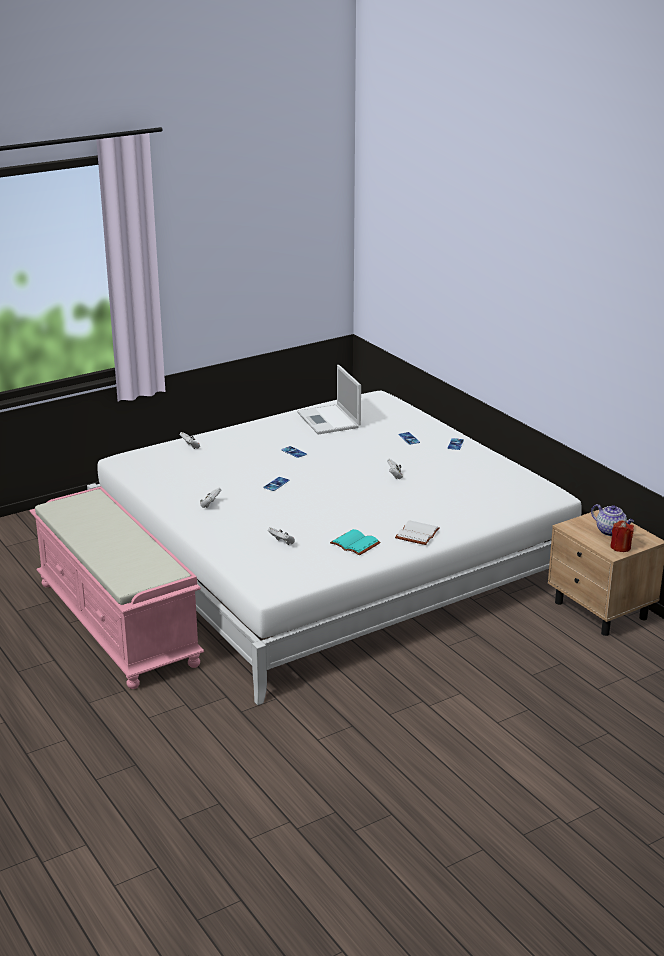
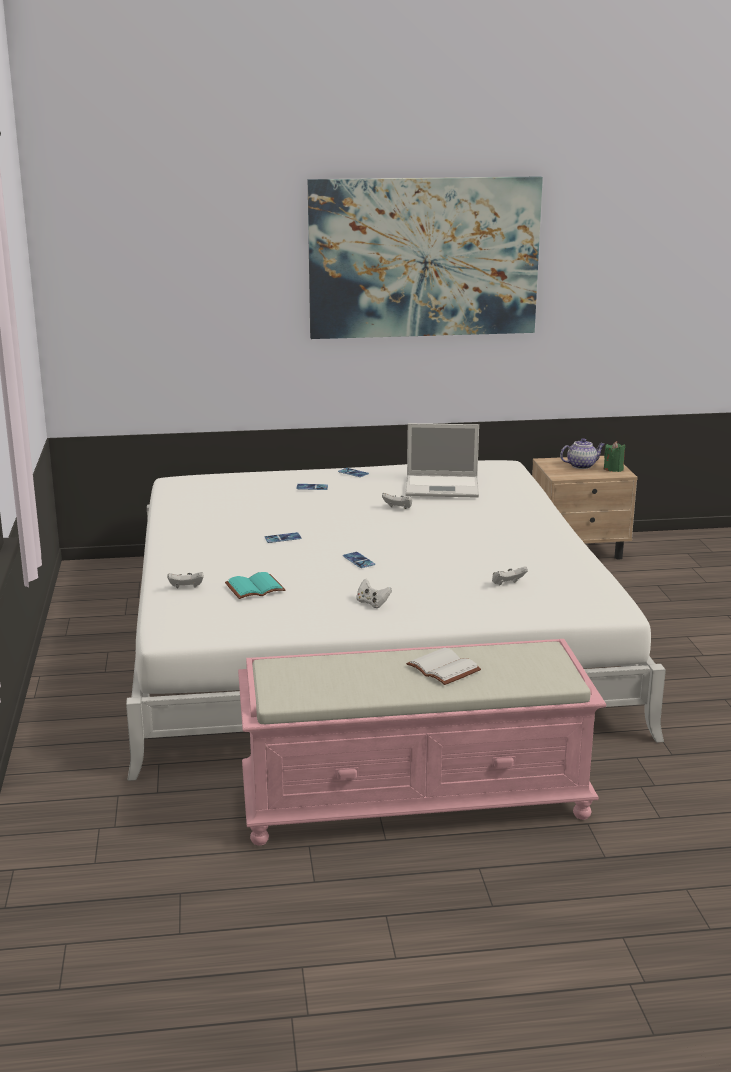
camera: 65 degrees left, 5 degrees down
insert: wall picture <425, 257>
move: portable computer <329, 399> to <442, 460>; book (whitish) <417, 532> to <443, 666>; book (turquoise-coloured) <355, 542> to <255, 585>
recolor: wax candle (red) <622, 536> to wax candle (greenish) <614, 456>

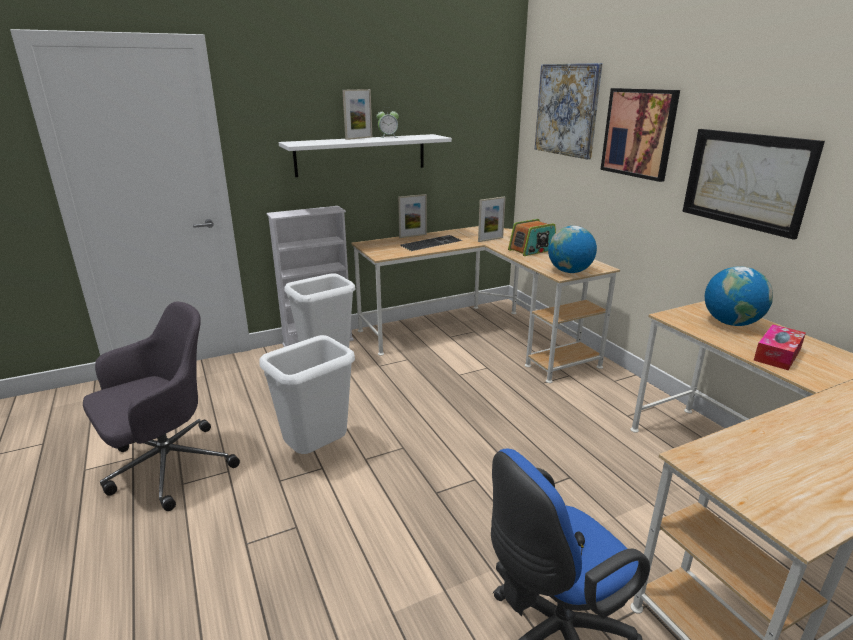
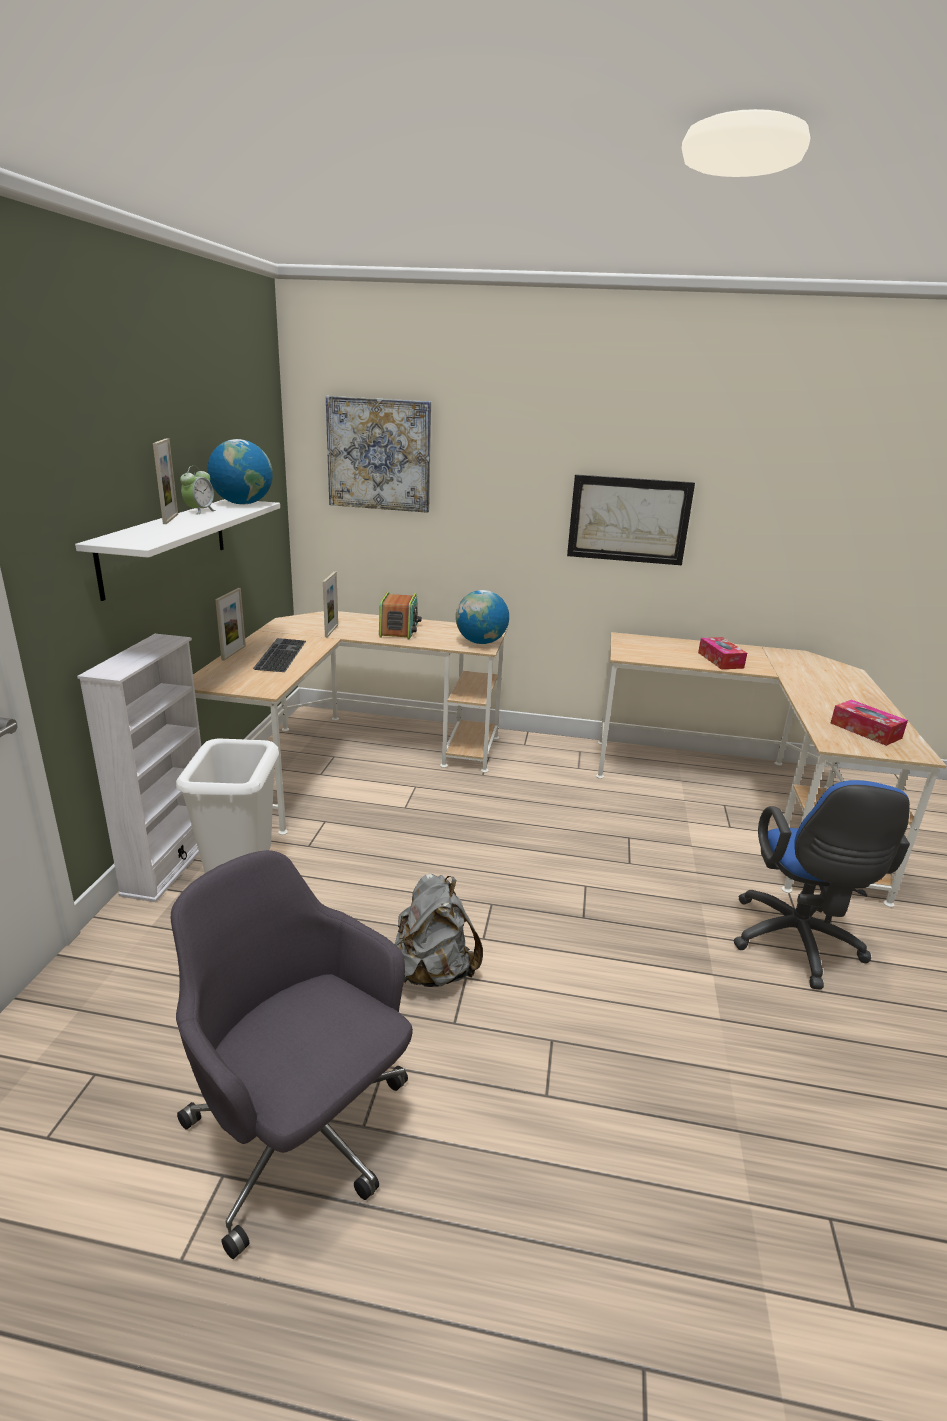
camera: 55 degrees left, 0 degrees up
delete: wall picture <640, 135>
insert: tissue holder <869, 723>
move: globe <739, 296> to <240, 472>
replace: rubbish bin (whitish) <307, 394> to knapsack (gray) <439, 930>
rotate: office chair (gray) <161, 406> = <292, 1054> 45 degrees counterclockwise

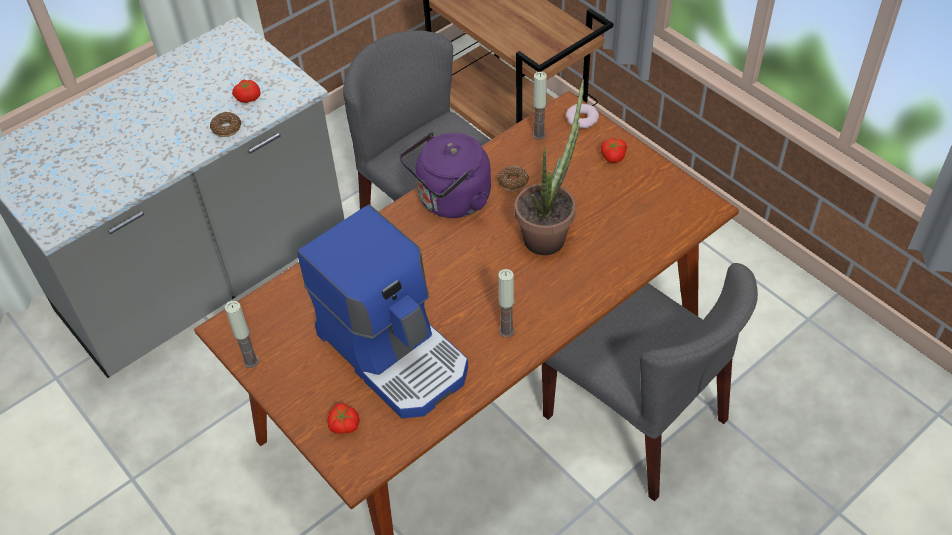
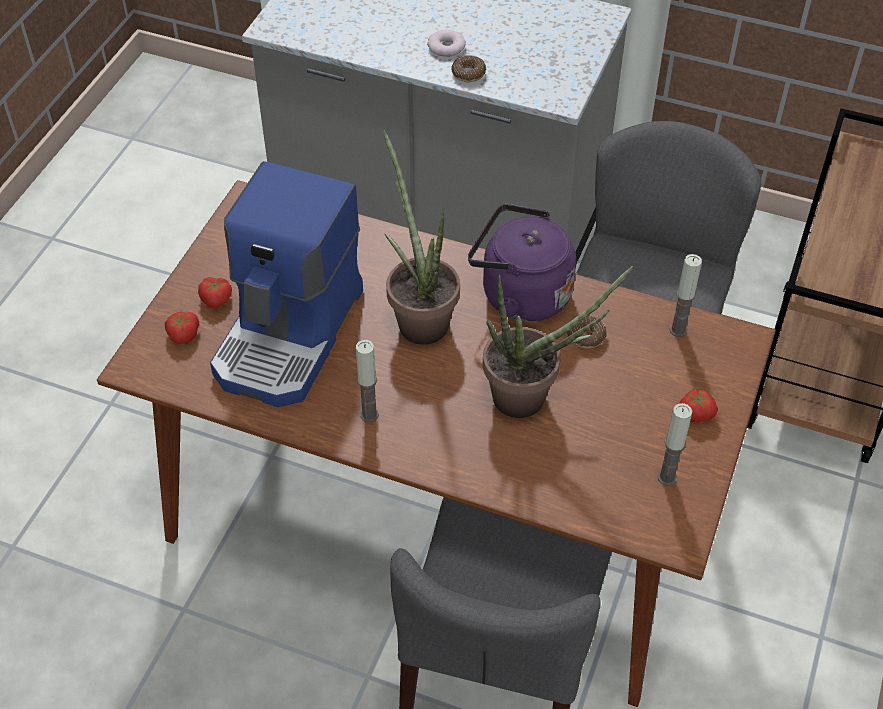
camera: 60 degrees right, 0 degrees up
insert: potted plant <421, 237>
move: whole tomato <246, 91> to <215, 292>; donut <582, 116> to <446, 43>; wax candle <242, 334> to <675, 444>

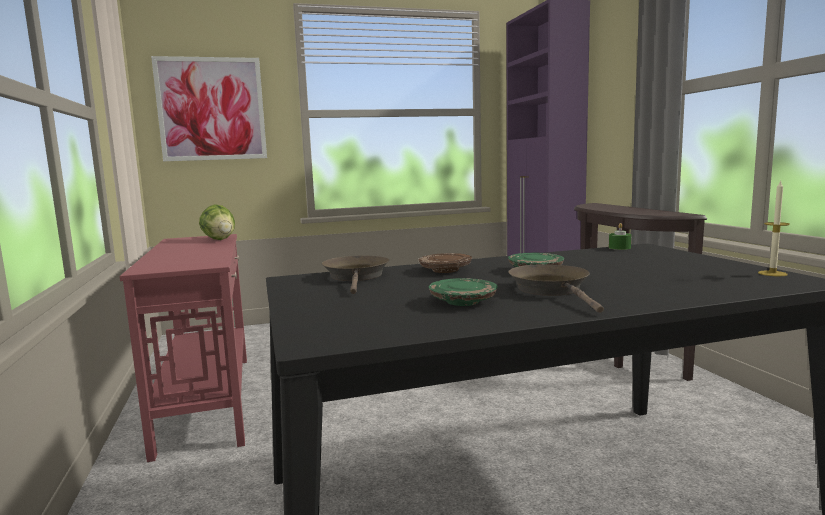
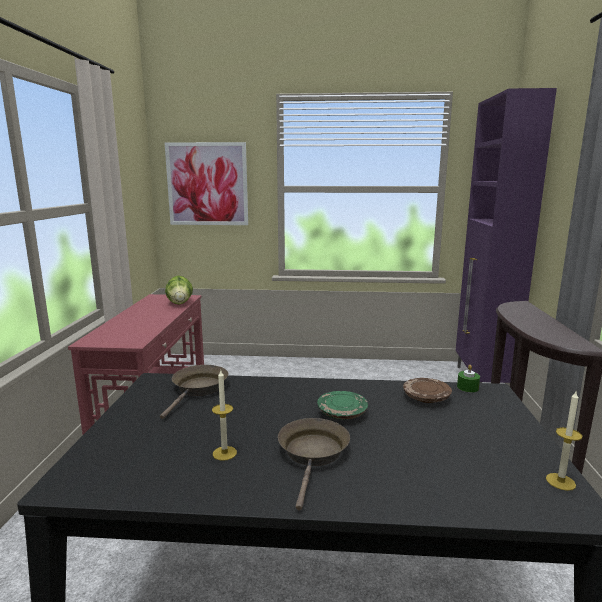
camera: 20 degrees right, 5 degrees up
move: flat dish (brown-coloured) <445, 263> to <427, 390>
replace: flat dish (greenish) <463, 292> to wax candle <224, 415>

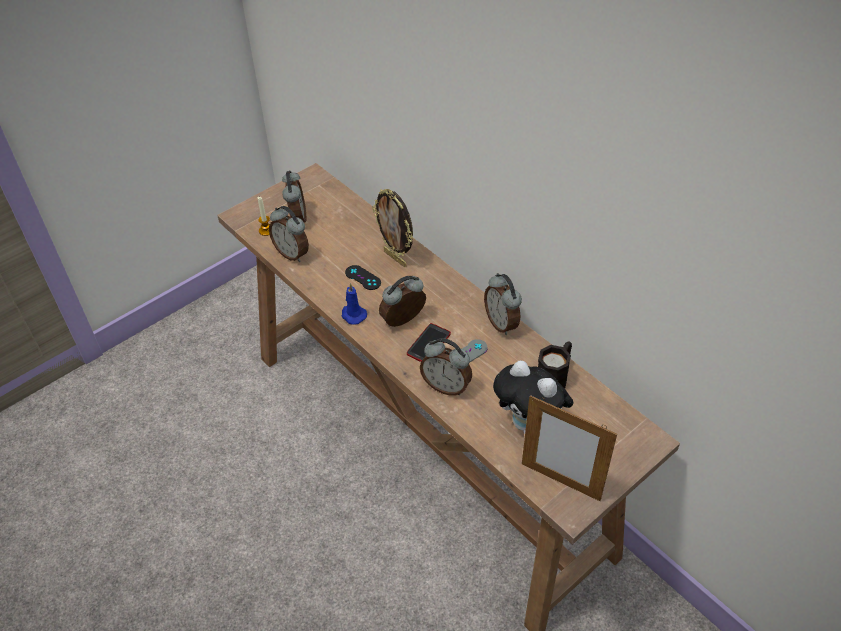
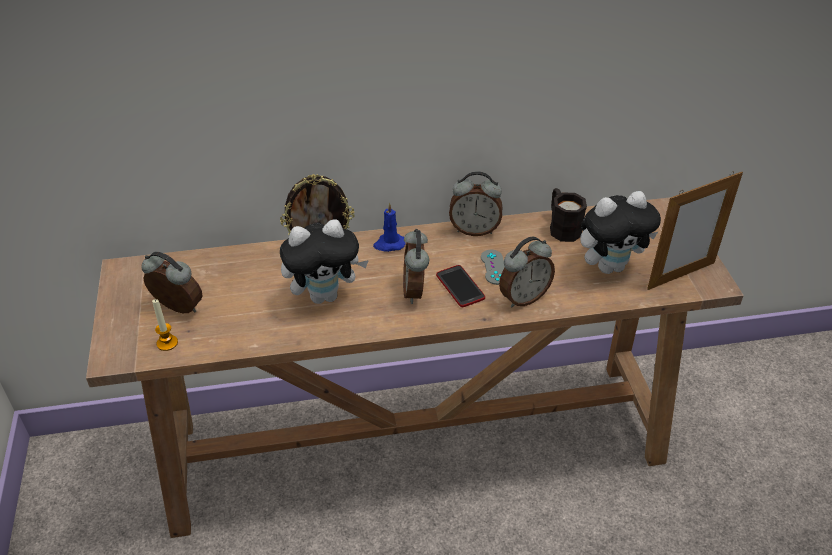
camera: 60 degrees left, 5 degrees down
delete: bedside clock <289, 234>
move: wax candle (blue-coloured) <354, 304> to <389, 227>
replace: joypad (blackish) <363, 277> to soft toy <324, 261>

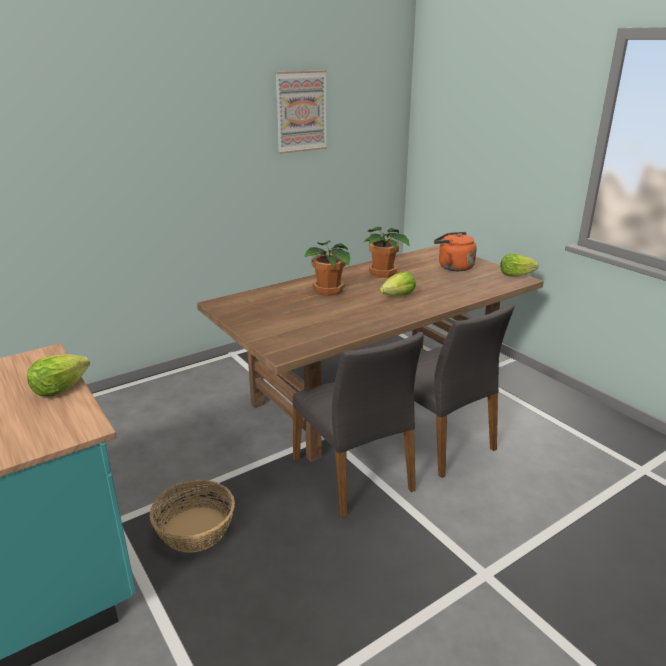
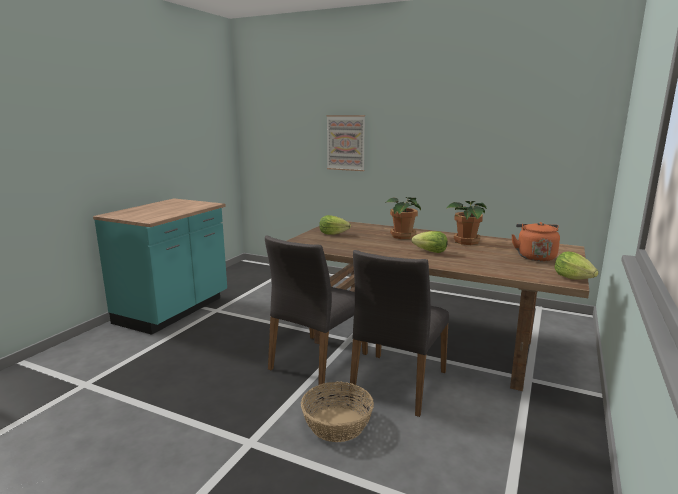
camera: 60 degrees right, 10 degrees down
move: wall picture <301, 112> to <346, 143>; lettuce <58, 375> to <335, 225>; household basket <192, 516> to <337, 412>

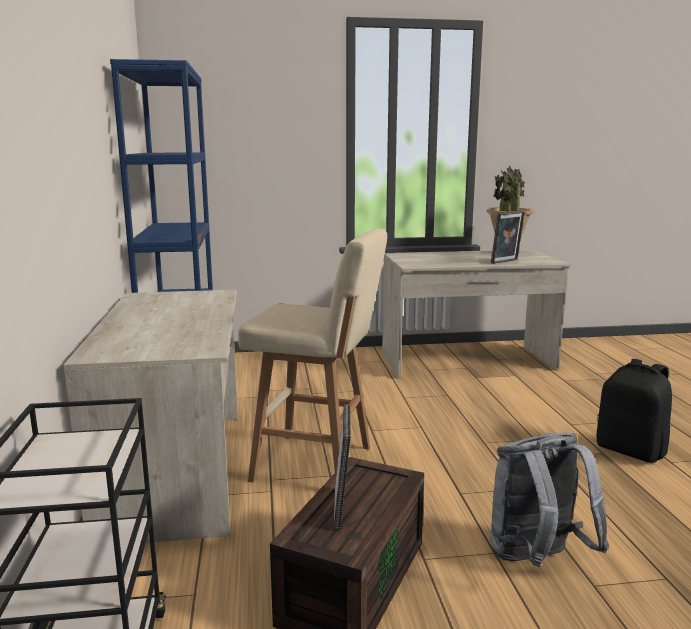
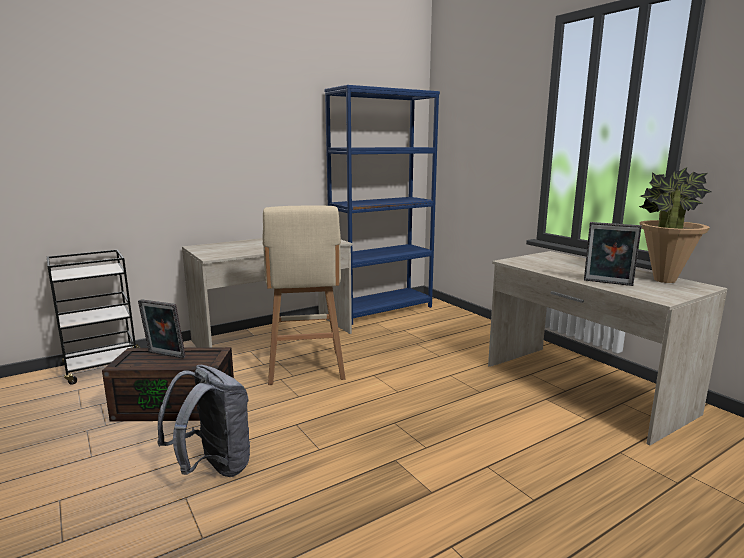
camera: 65 degrees right, 0 degrees up
delete: knapsack (blackish) <634, 411>
rotate: standing frame <342, 466> = <162, 328> 45 degrees clockwise

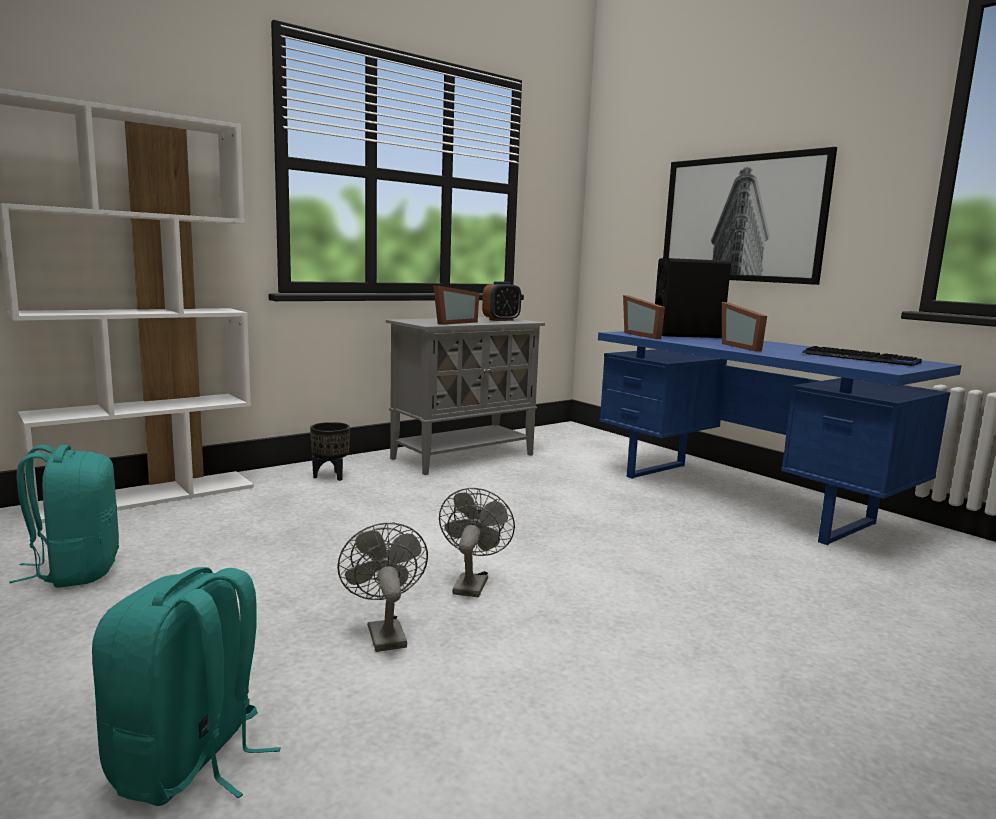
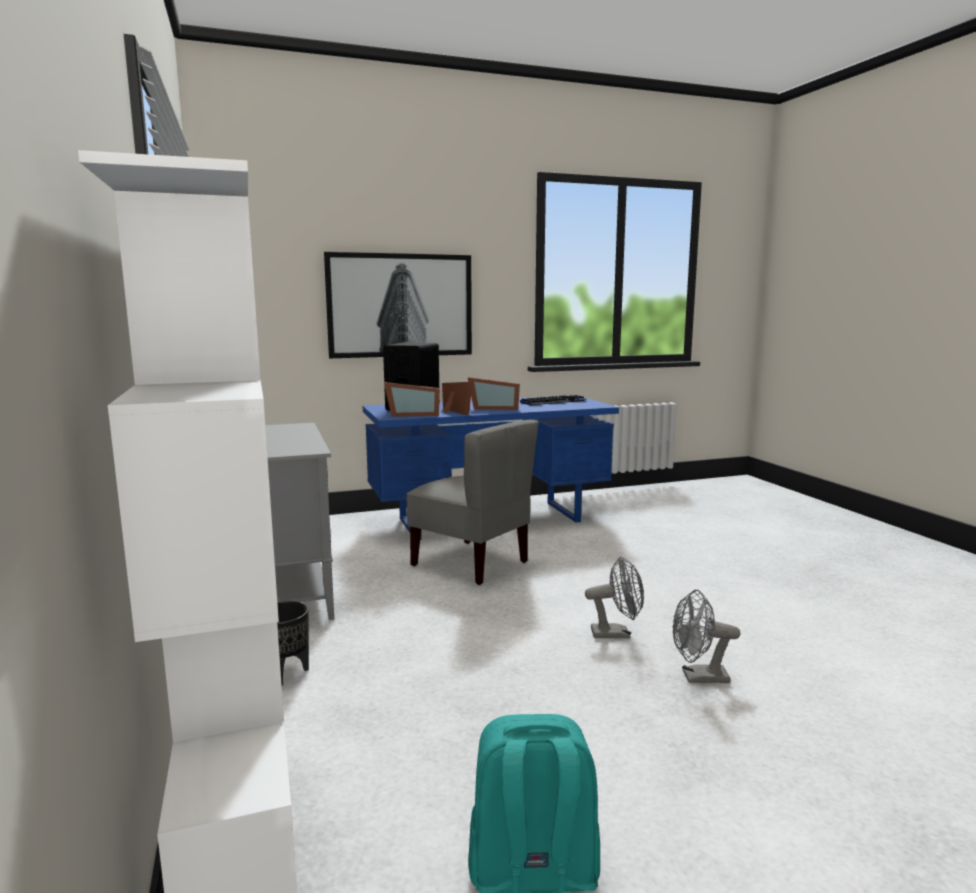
camera: 70 degrees left, 0 degrees up
delete: bedside clock <501, 301>; knapsack (turquoise-coloured) <186, 686>
insert: plain chair (gray) <472, 502>
move: standing frame <456, 305> to <457, 398>
rotate: cooling fan (gray) <477, 542> = <614, 597> 150 degrees clockwise

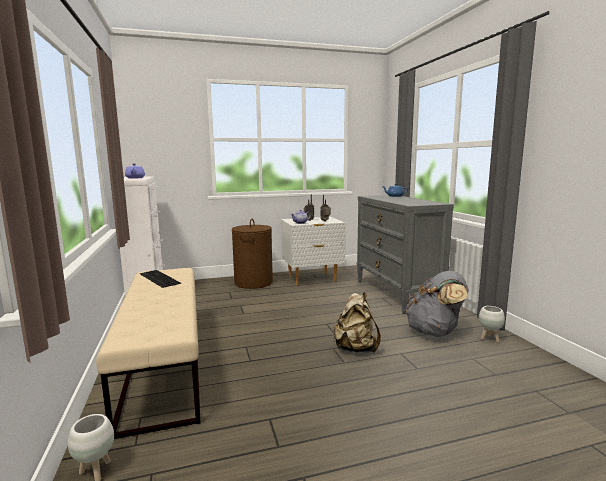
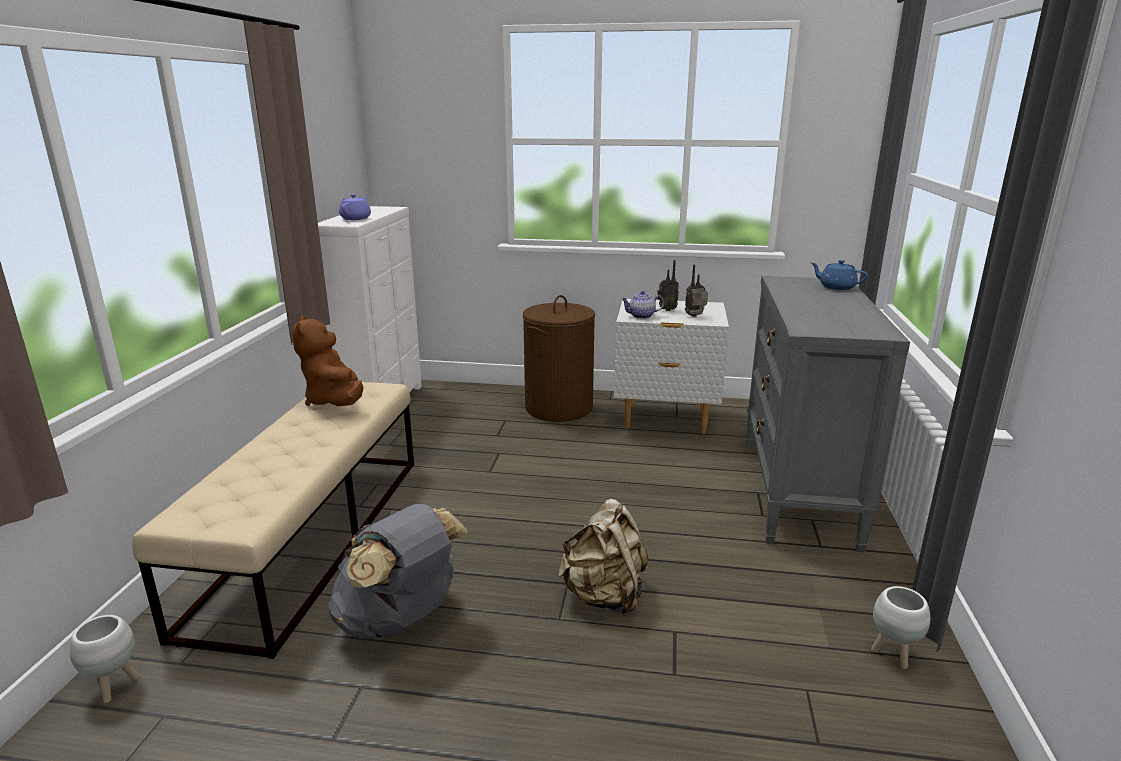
camera: 25 degrees right, 10 degrees up
move: knapsack (gray) <437, 304> to <398, 571>
replace: PC keyboard <160, 279> to soft toy (brown-coloured) <327, 360>

